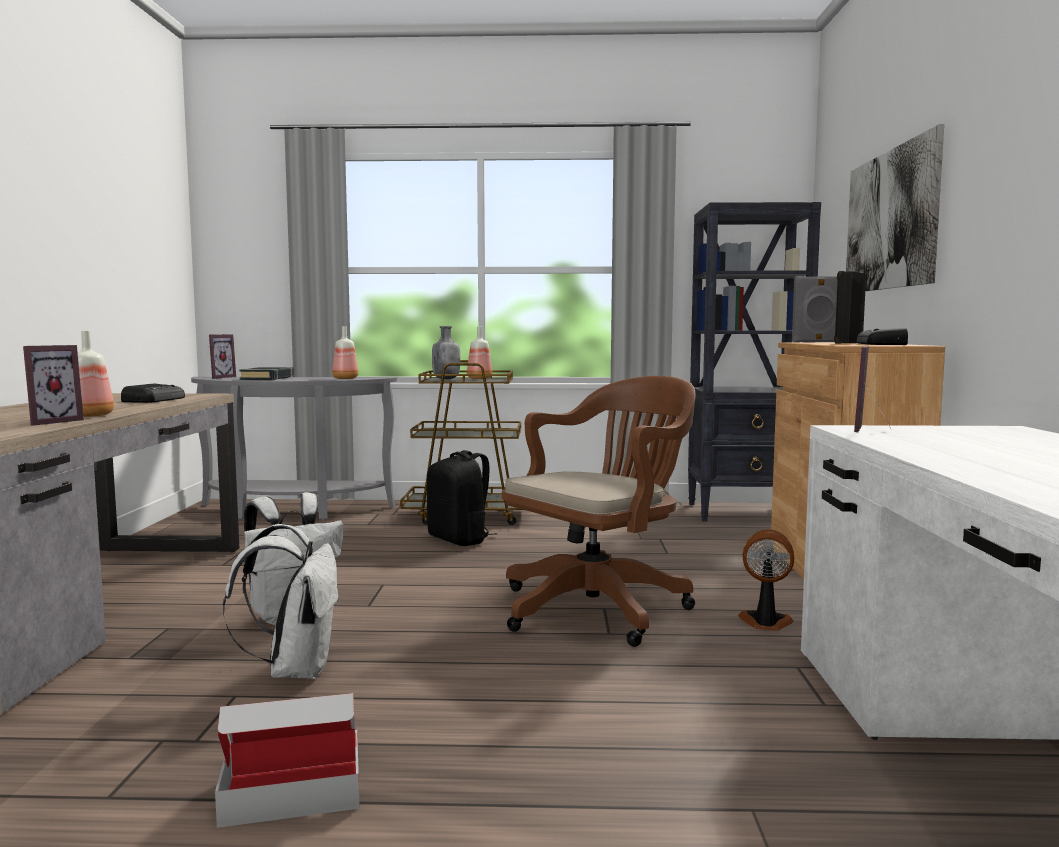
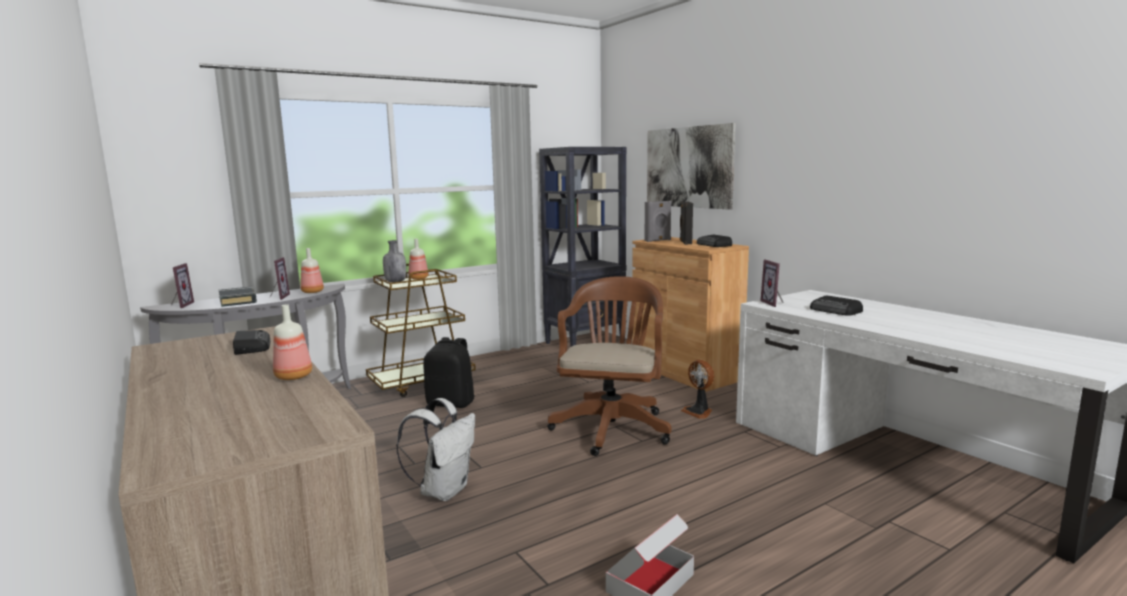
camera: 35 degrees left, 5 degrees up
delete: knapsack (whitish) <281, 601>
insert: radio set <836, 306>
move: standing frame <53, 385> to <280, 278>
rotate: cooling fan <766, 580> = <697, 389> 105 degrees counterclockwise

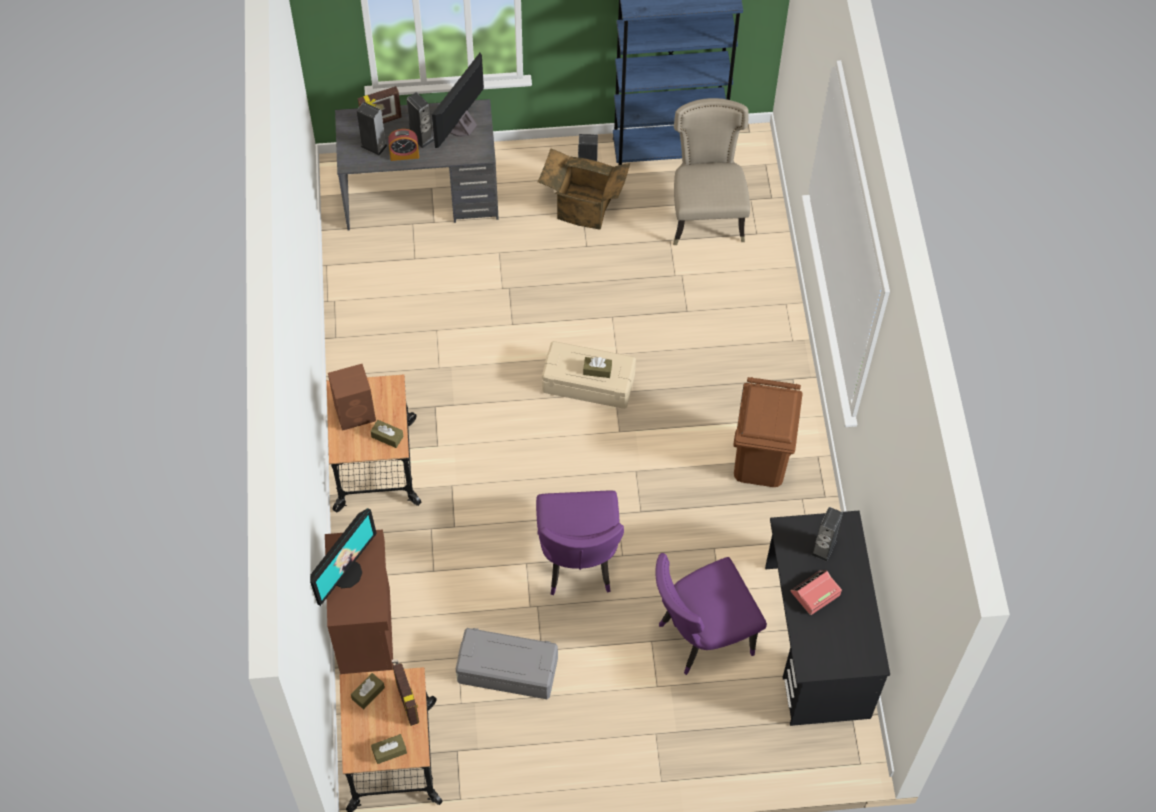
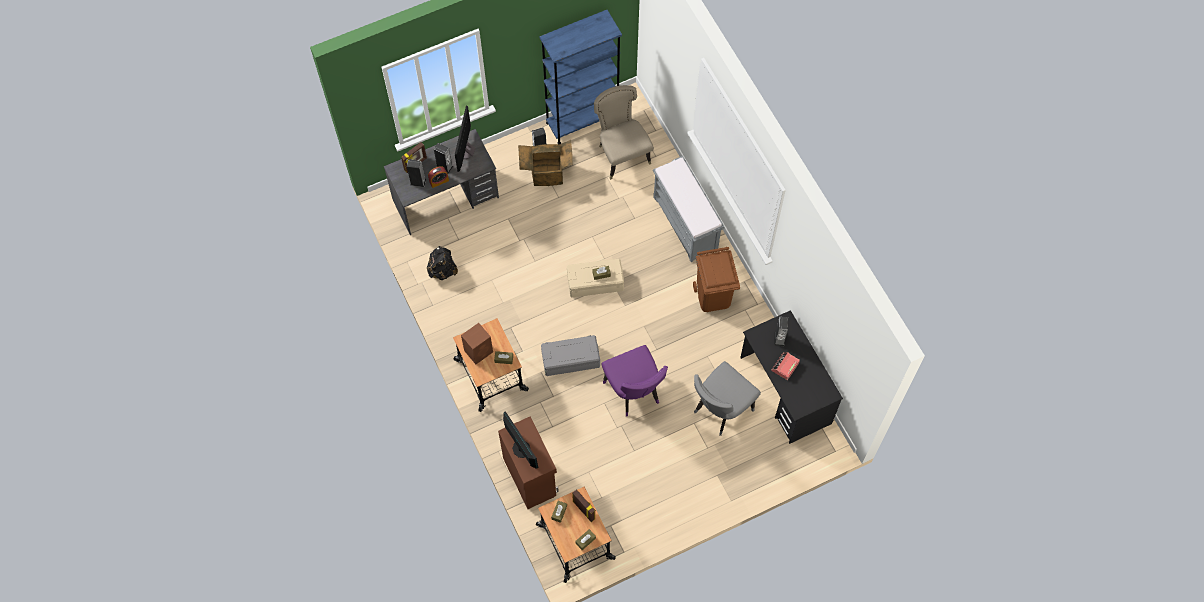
camera: 20 degrees left, 5 degrees up
insert: long seat (gray) <689, 209>; knapsack (blackish) <442, 263>
move: storage box (gray) <507, 663> to <570, 355>
recolor: plain chair (purple) <711, 614> to plain chair (gray) <727, 398>
rotate: computer screen <343, 557> = <521, 440> 45 degrees counterclockwise

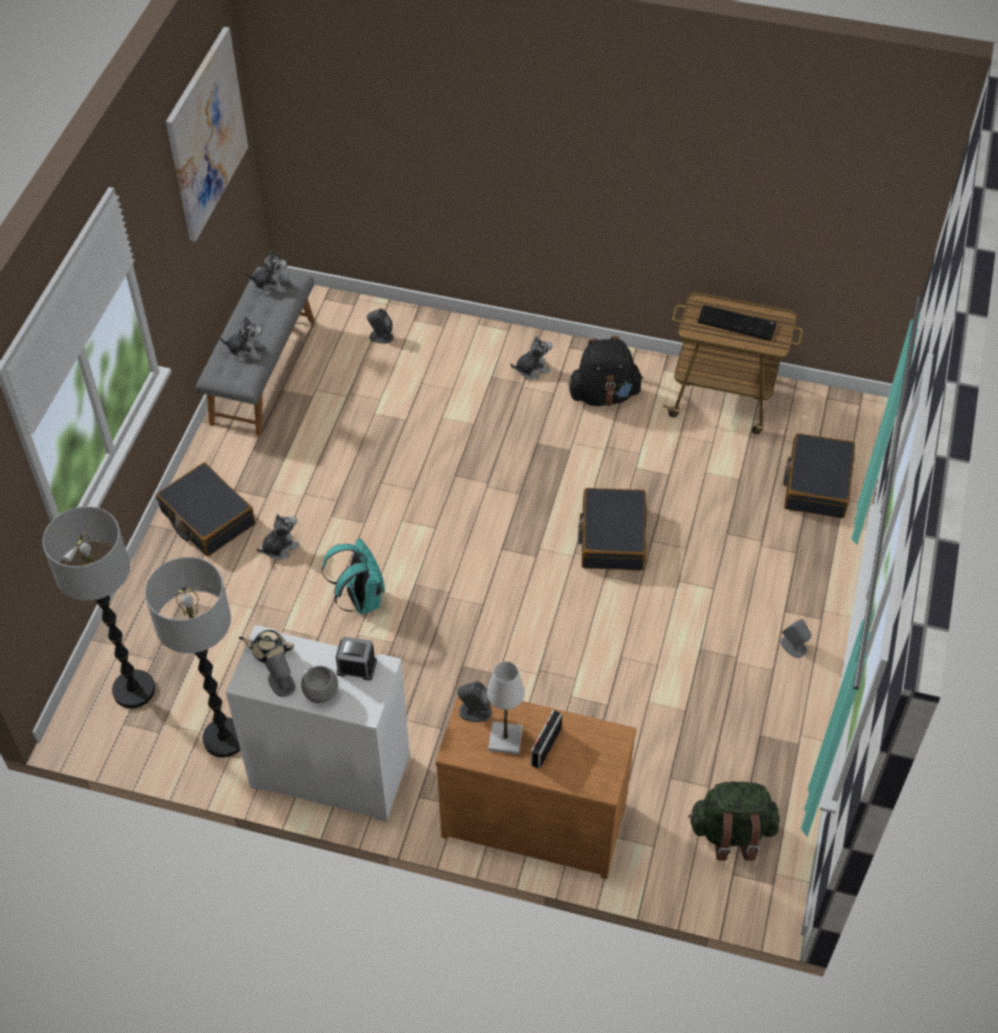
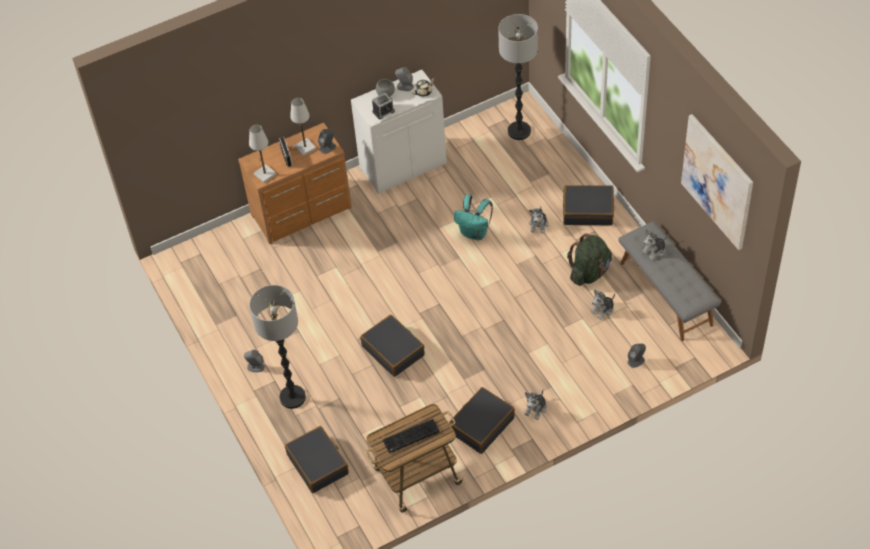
camera: 140 degrees right, 0 degrees up
insert: lamp for a table (whitish) <262, 154>
move: soft toy <266, 272> to <602, 304>; floor lamp <192, 657> to <277, 347>; knapsack (greenish) <734, 821> to <589, 260>
replace: knapsack (blackish) <606, 371> to travel case (blackish) <482, 420>

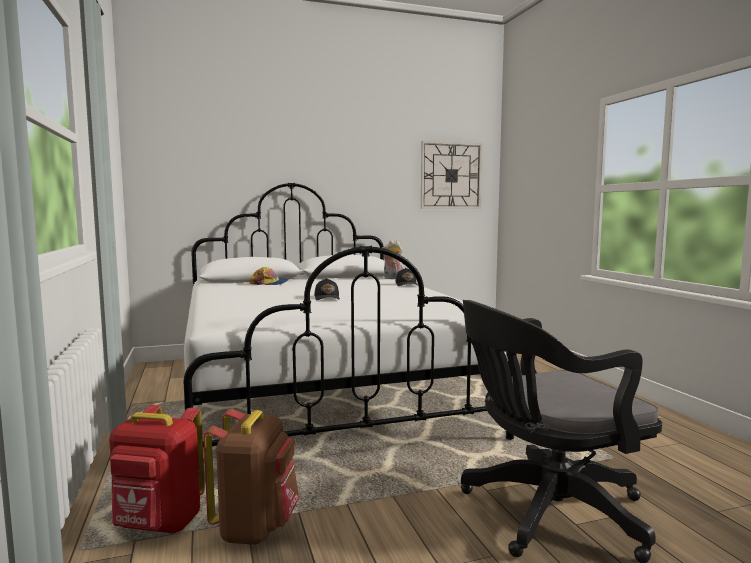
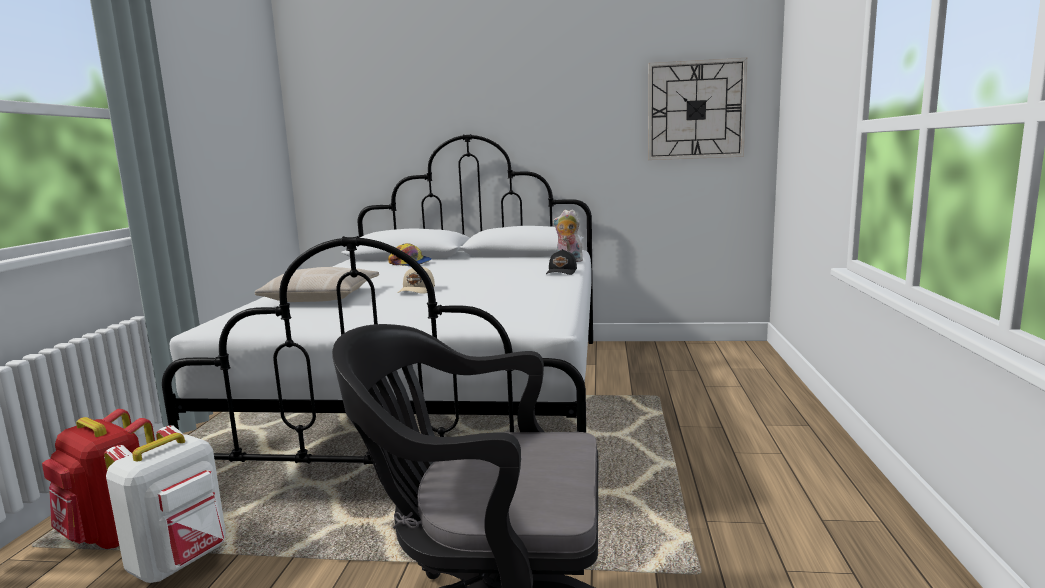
camera: 25 degrees right, 5 degrees up
insert: throw pillow (sand-coloured) <317, 284>
recolor: peaked cap (blackish) <327, 289> to peaked cap (sand-coloured) <416, 280>; knapsack (brown-coloured) <251, 476> to knapsack (whitish) <165, 504>

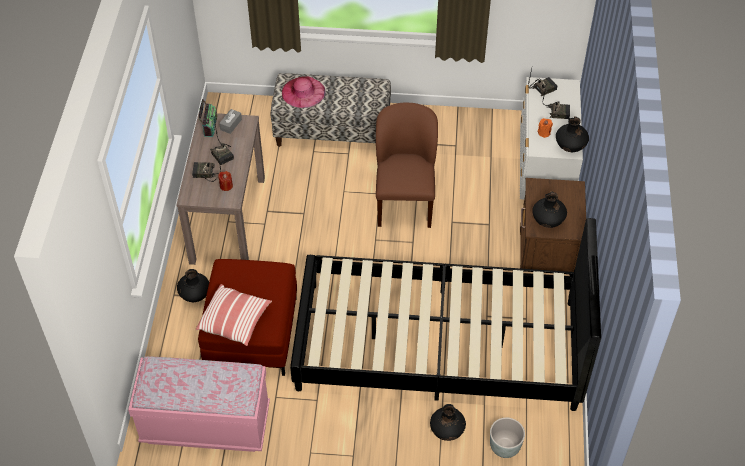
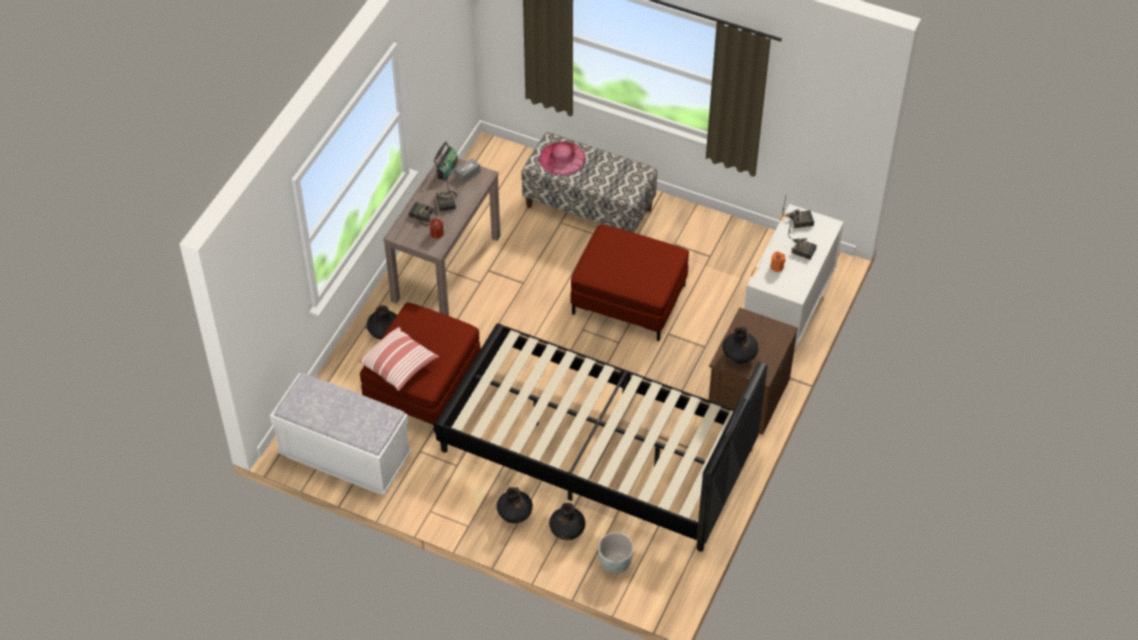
camera: 20 degrees right, 0 degrees up
move: decorative vase (blackish) <572, 134> to <515, 505>
replace: plain chair (brown-coloured) <407, 165> to ottoman (red) <629, 282>
recolor: long seat (pink-coloured) <199, 404> to long seat (whitish) <341, 434>

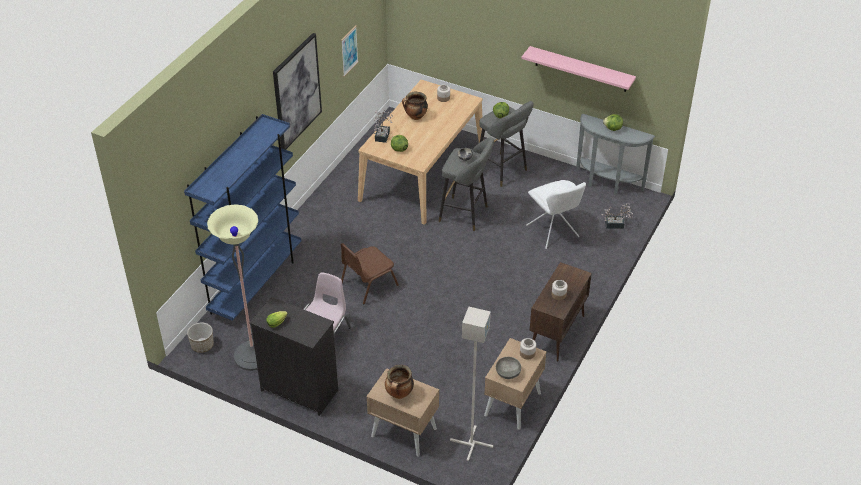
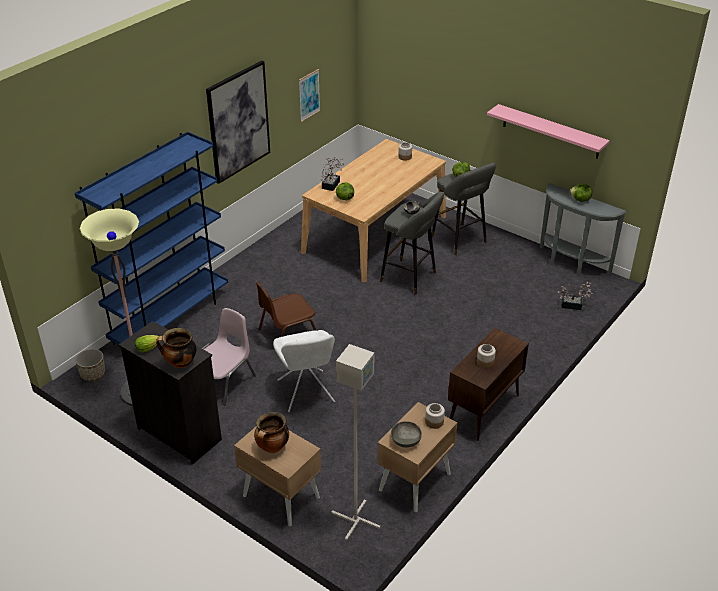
camera: 10 degrees right, 5 degrees down
move: stockpot <415, 106> to <176, 348>; plain chair (whitish) <556, 214> to <304, 371>

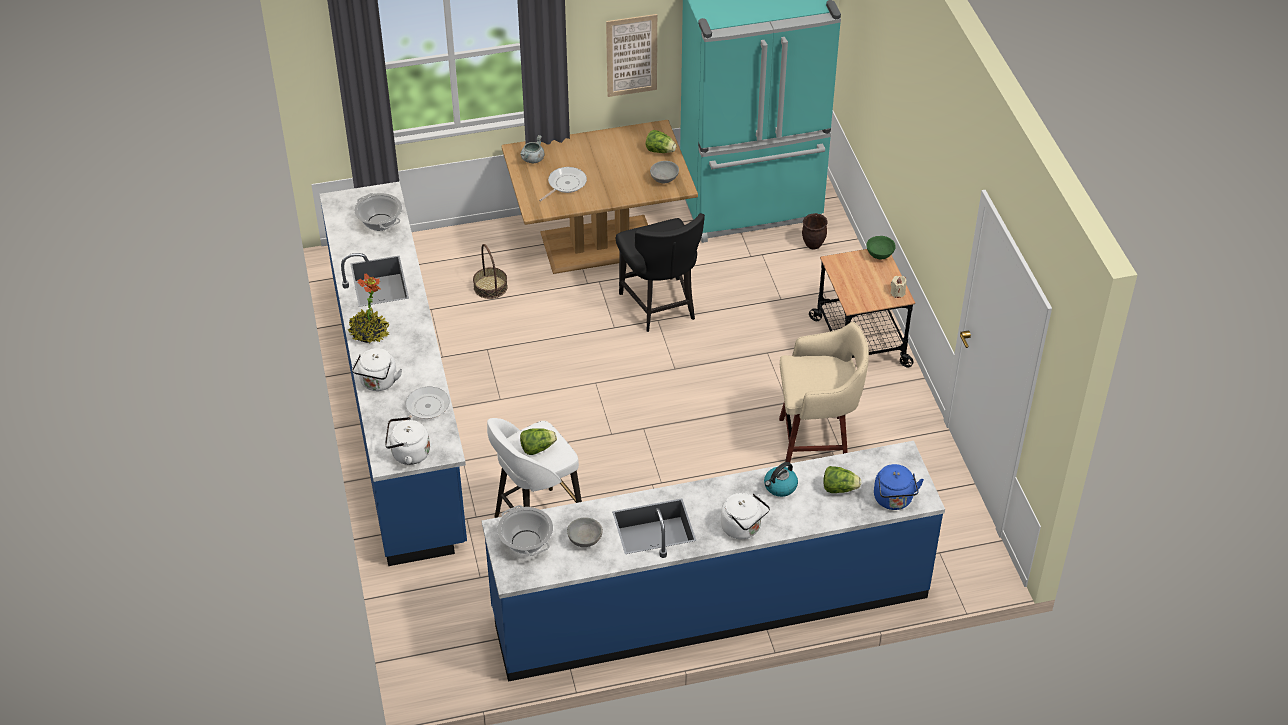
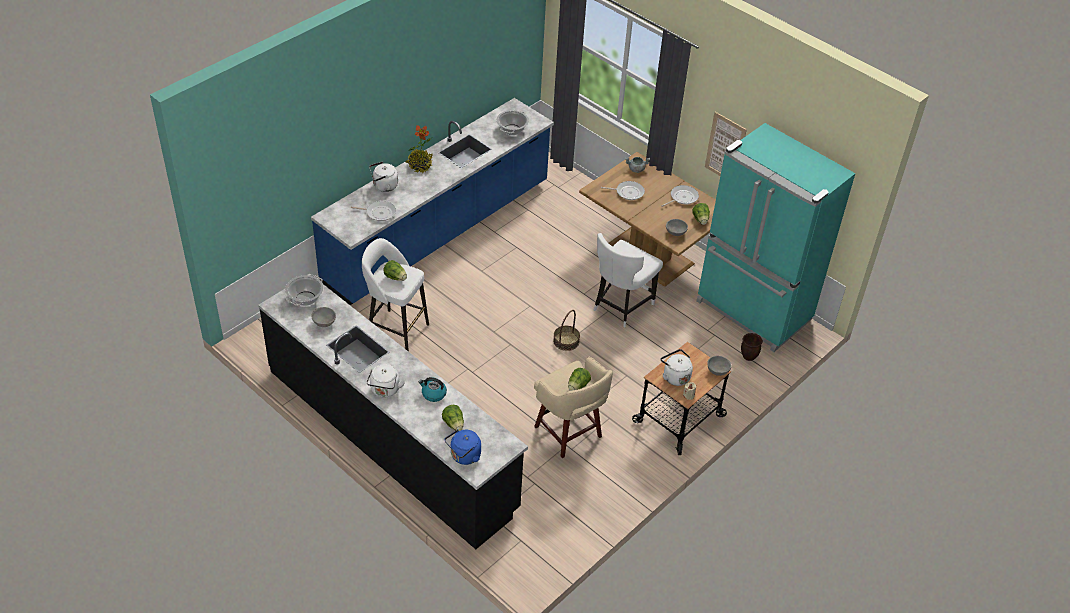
camera: 55 degrees right, 0 degrees up
insert: skillet <680, 196>; lettuce <579, 379>
move: household basket <490, 271> to <566, 330>; tea kettle (whitish) <407, 441> to <677, 367>
recolor: plain chair (blackish) <660, 272> to plain chair (whitish) <628, 280>; deep dish (greenish) <881, 247> to deep dish (gray) <719, 366>; kitchen counter (blue-coloured) <713, 561> to kitchen counter (blackish) <393, 411>

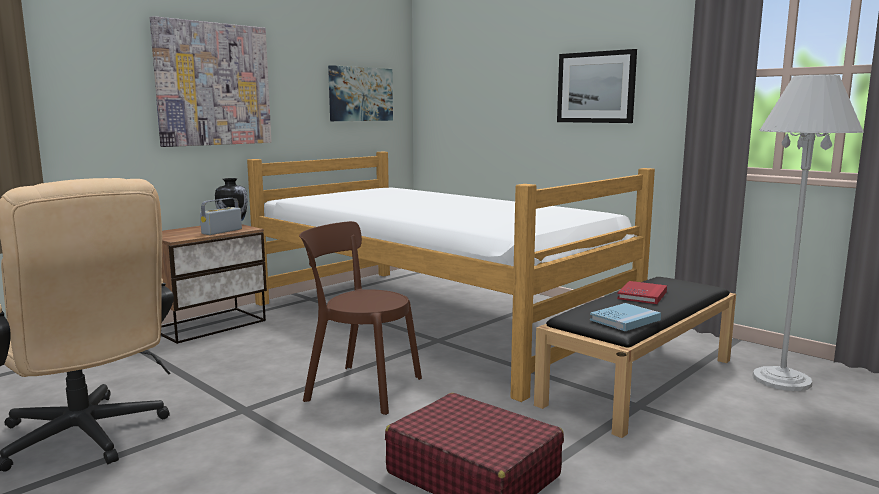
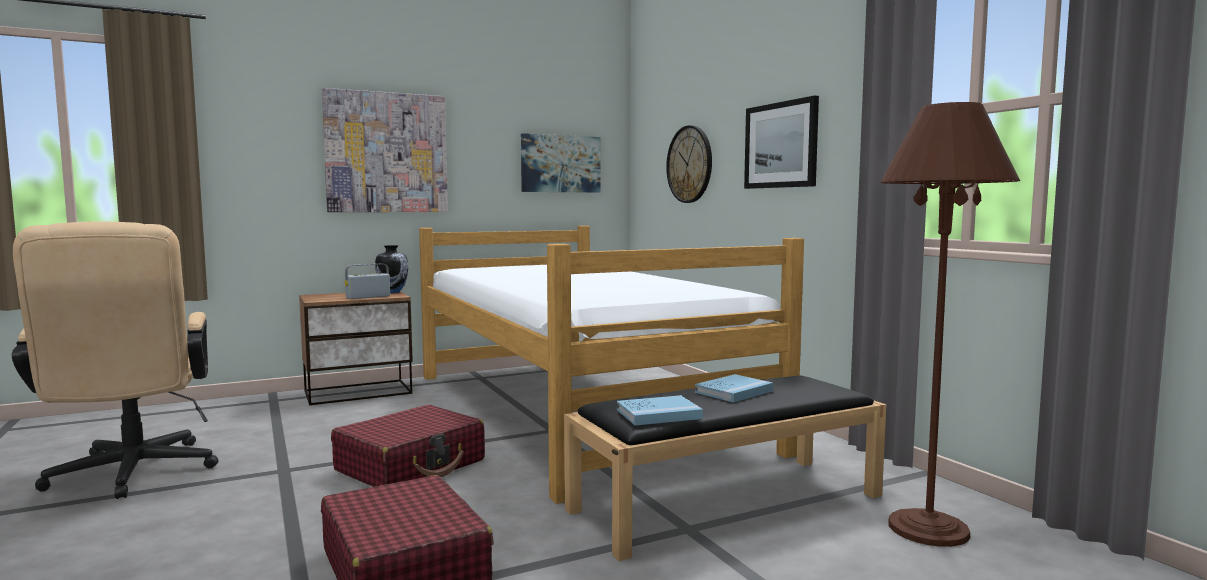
camera: 20 degrees right, 5 degrees down
insert: wall clock <689, 164>
replace: plain chair (brown-coloured) <360, 318> to travel case (red) <408, 446>
recolor: floor lamp (whitish) <808, 233> to floor lamp (brown-coloured) <950, 324>; book (red) <642, 292> to book (blue-coloured) <734, 388>

